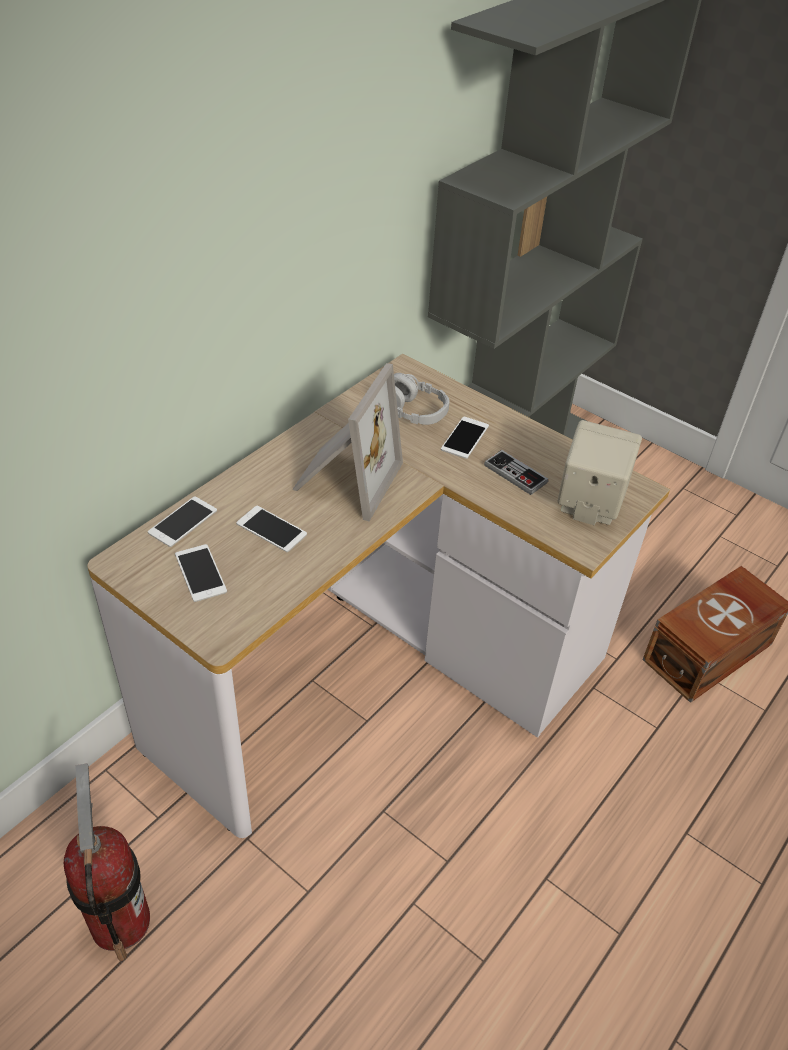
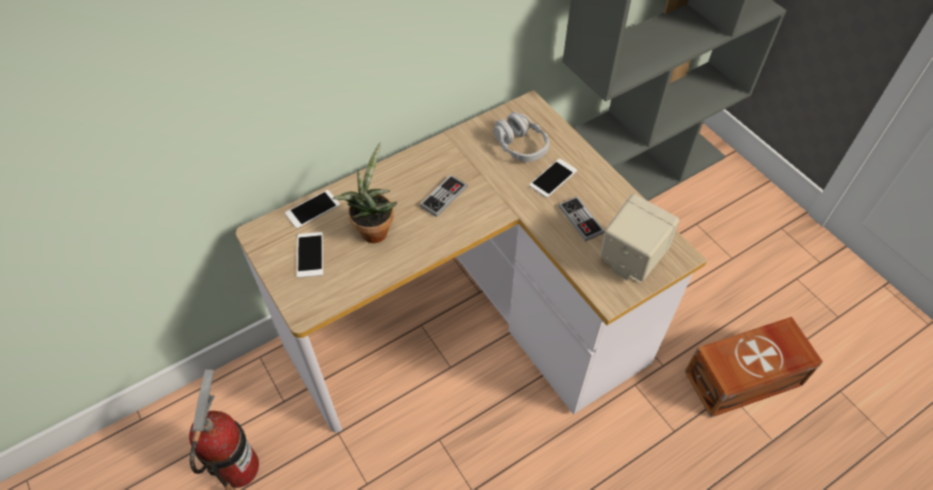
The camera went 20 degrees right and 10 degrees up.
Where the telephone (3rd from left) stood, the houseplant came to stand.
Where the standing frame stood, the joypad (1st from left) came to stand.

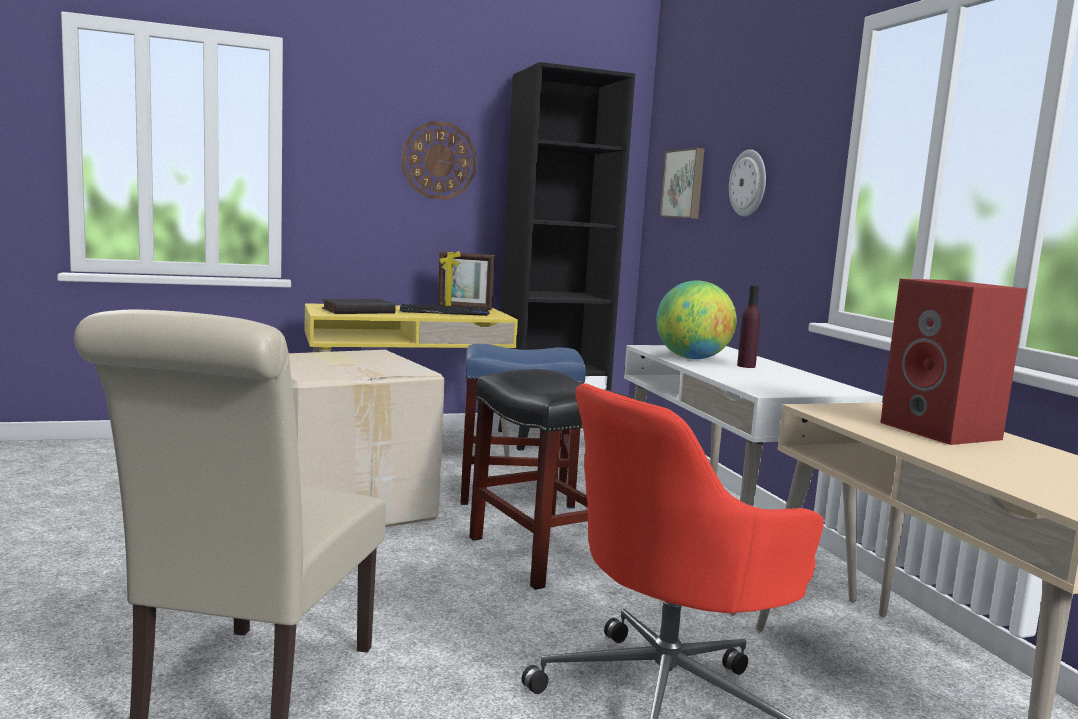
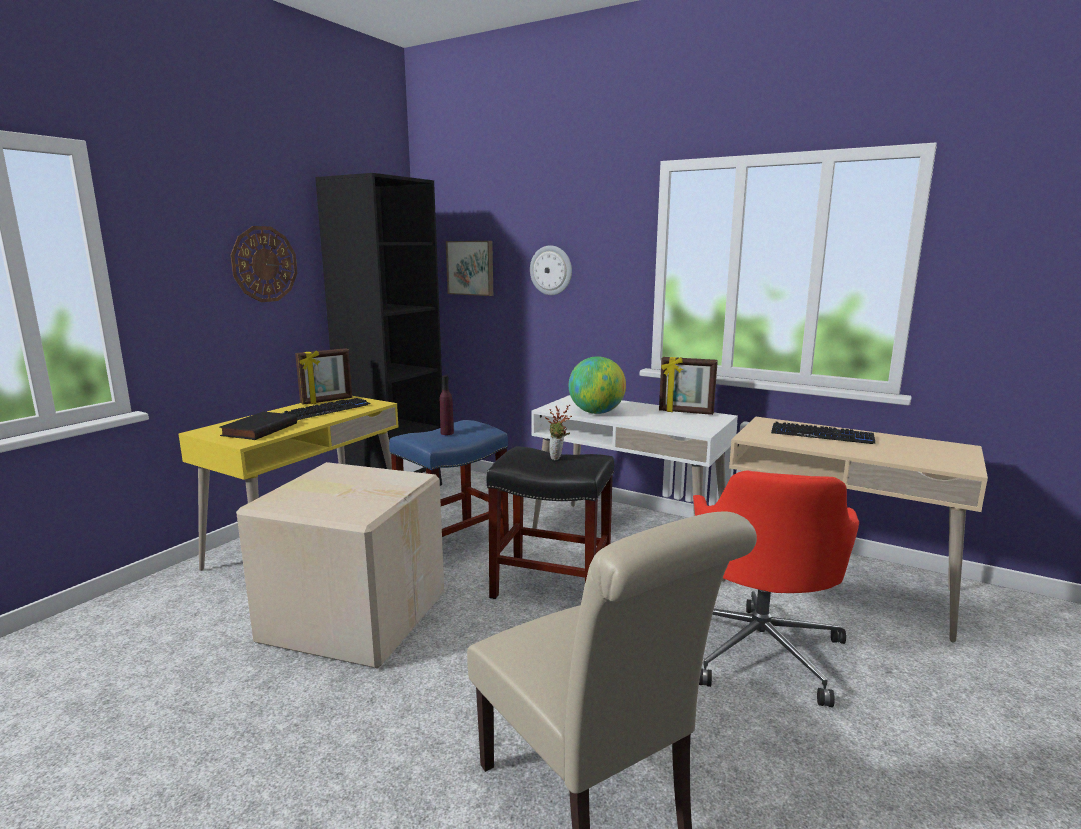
The camera went 40 degrees left and 5 degrees up.
The second view gained the houseplant.
The second view gained the standing frame (2nd from left).
The purplish beverage bottle ended up elsewhere.
Where the red-coloured speaker stood, the computer keyboard (2nd from left) came to stand.

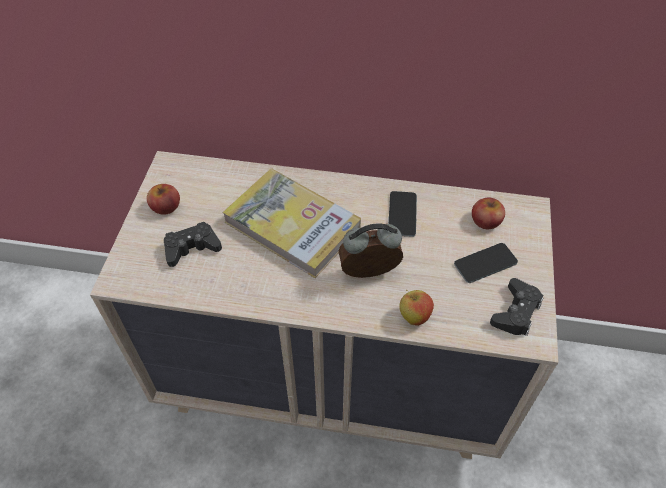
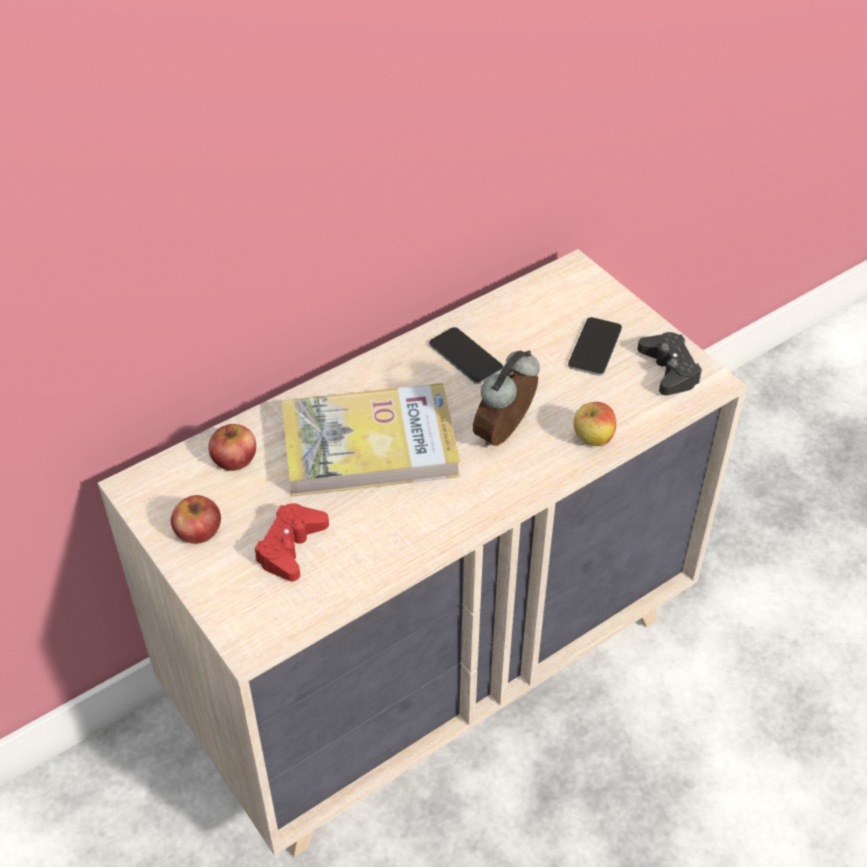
The camera went 45 degrees left and 5 degrees down.
The apple fruit (3rd from left in the first image) ended up elsewhere.
What was the blackish joypad (1st from left) turned into the red-coloured joypad.

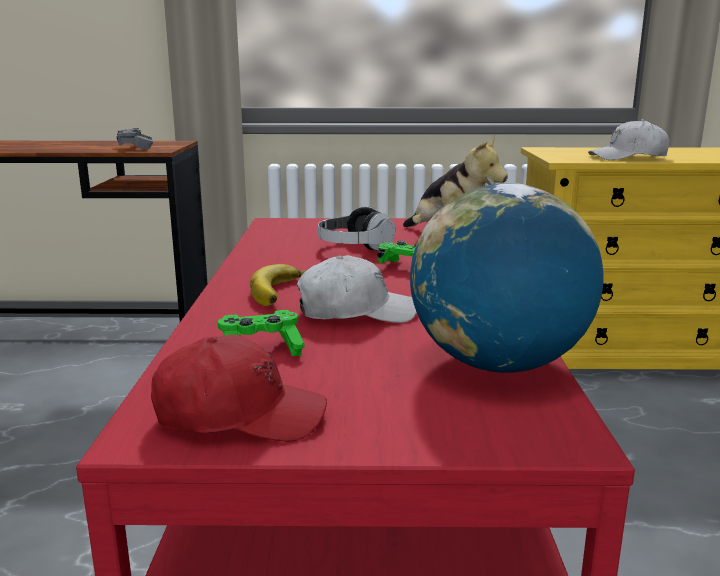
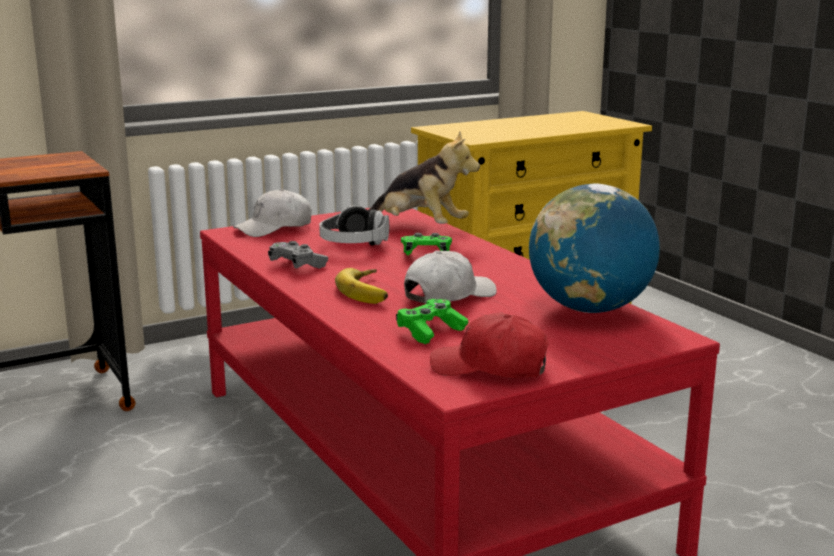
The camera went 30 degrees left and 0 degrees up.
The greyish joypad ended up elsewhere.
The white cap (2nd from left in the first image) ended up elsewhere.
The red-coloured cap ended up facing another way, 135 degrees counterclockwise from before.

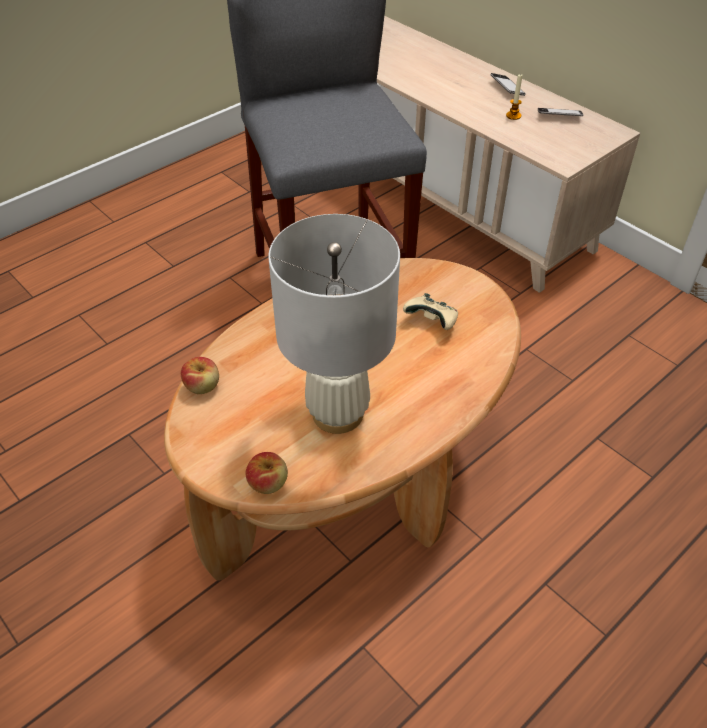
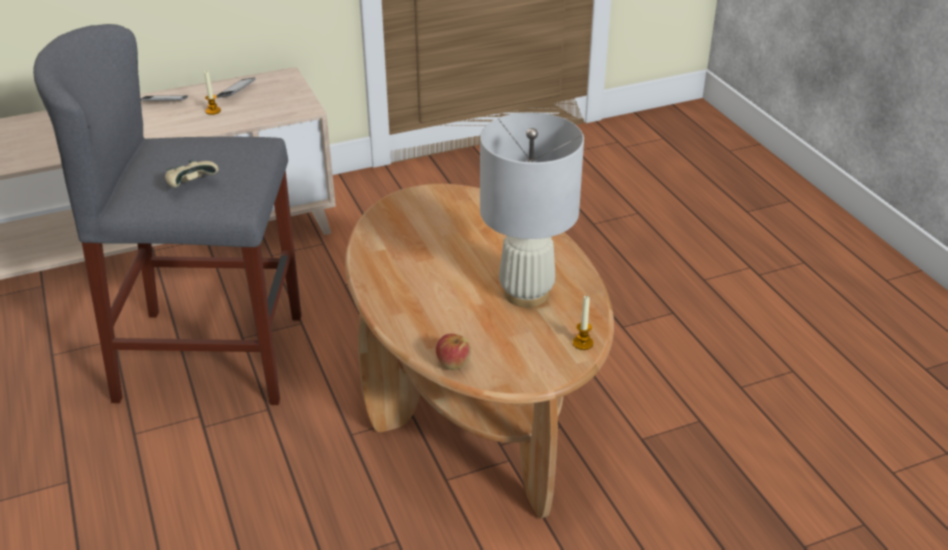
The camera went 70 degrees left and 10 degrees down.
The beige-coloured joypad ended up elsewhere.
Where the apple fruit (2nd from left) stood, the wax candle (2nd from left) came to stand.

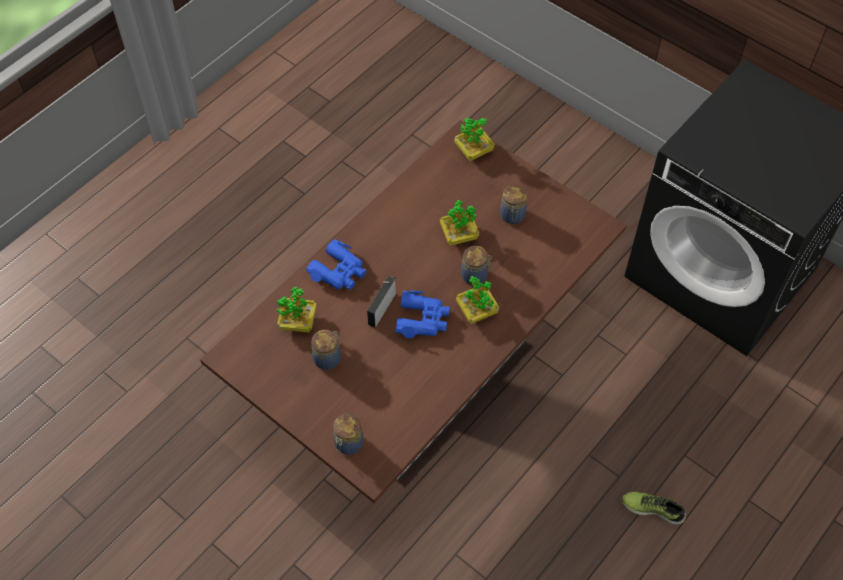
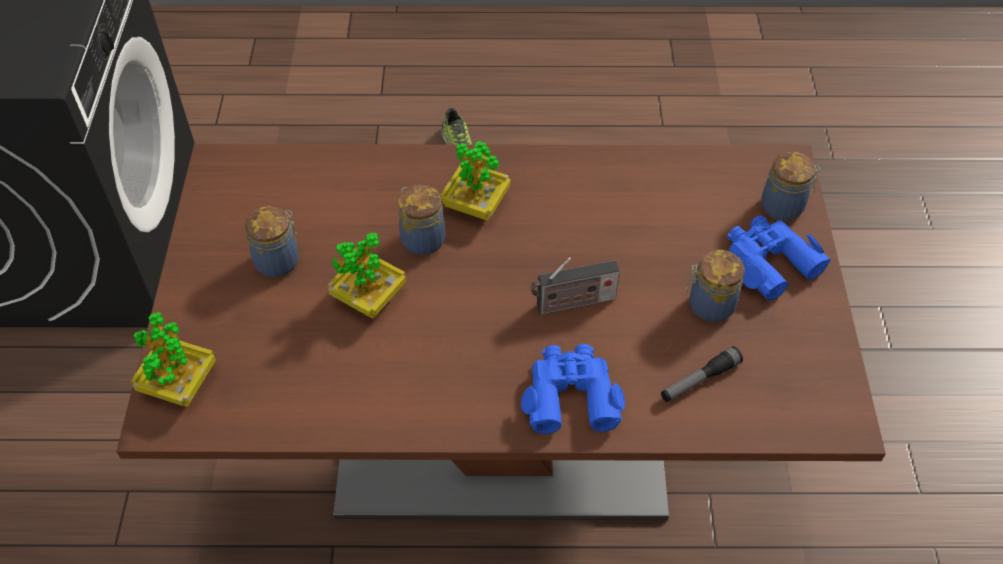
The camera went 130 degrees left and 5 degrees down.
The bluish field glasses (2nd from left) ended up elsewhere.
Where the houseplant (1st from left) stood, the torch came to stand.

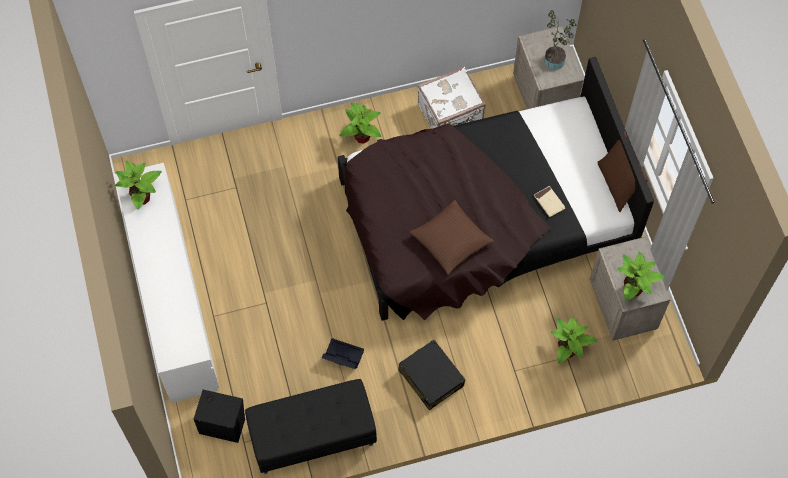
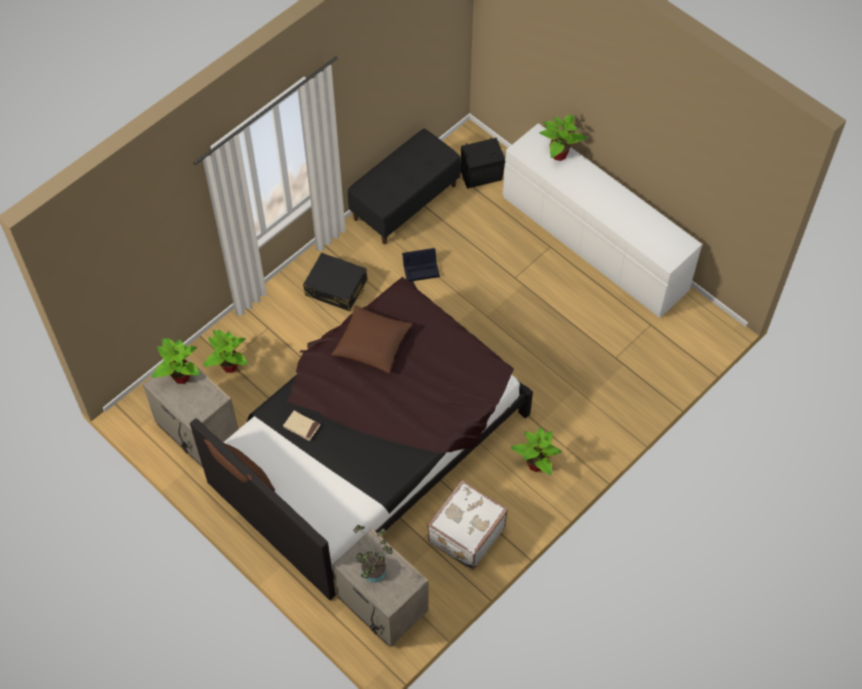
The camera went 150 degrees right and 5 degrees down.
The houseplant (1st from left in the first image) ended up elsewhere.

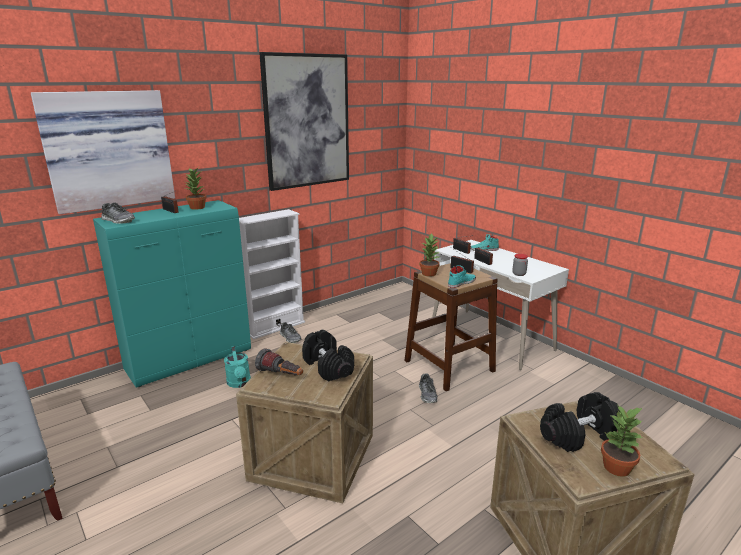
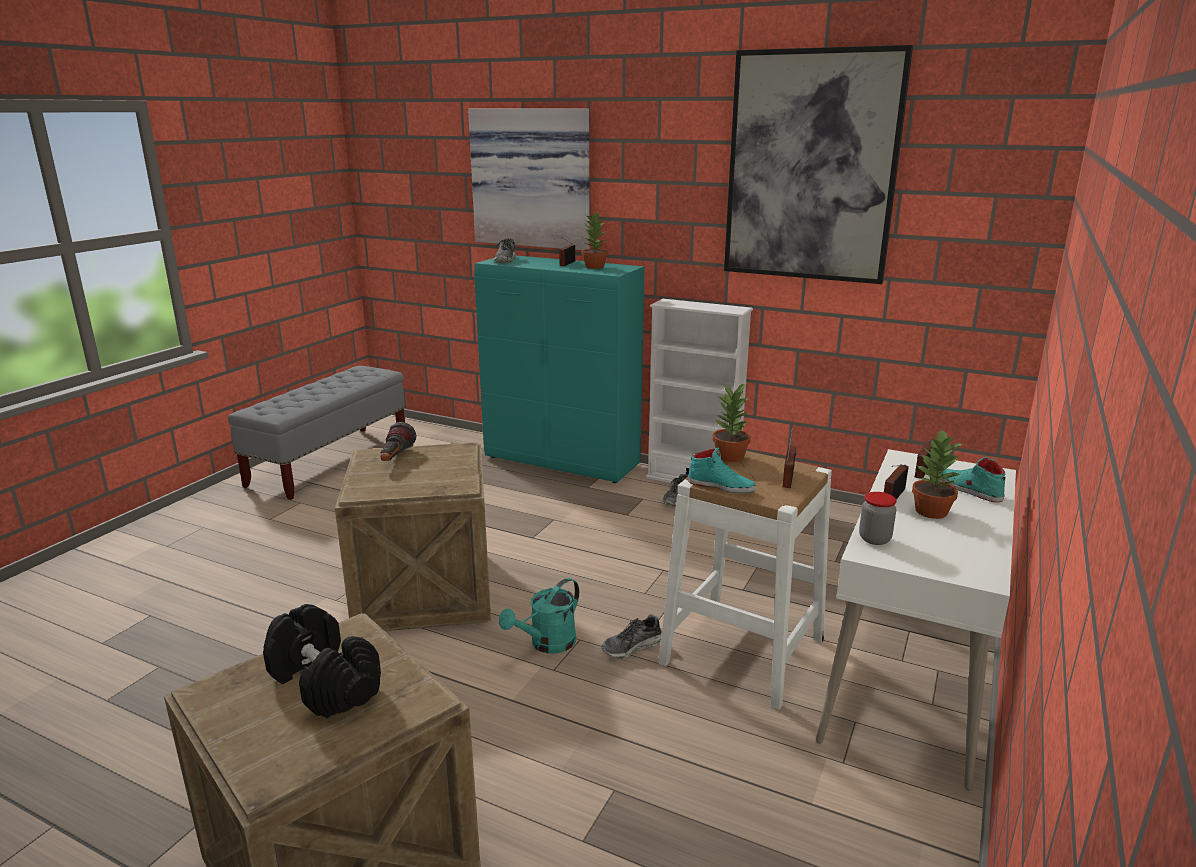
The camera went 65 degrees right and 0 degrees up.
The second view lost the blackish free weight (1st from left).
The blue-green watering can ended up elsewhere.
The houseplant (3rd from left) ended up elsewhere.
What was the brownish stool turned into the white stool.

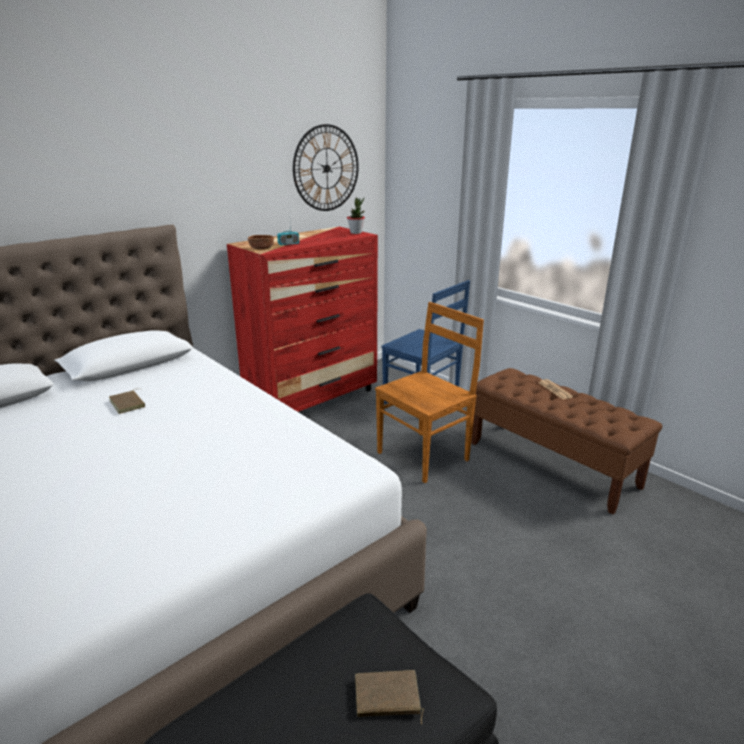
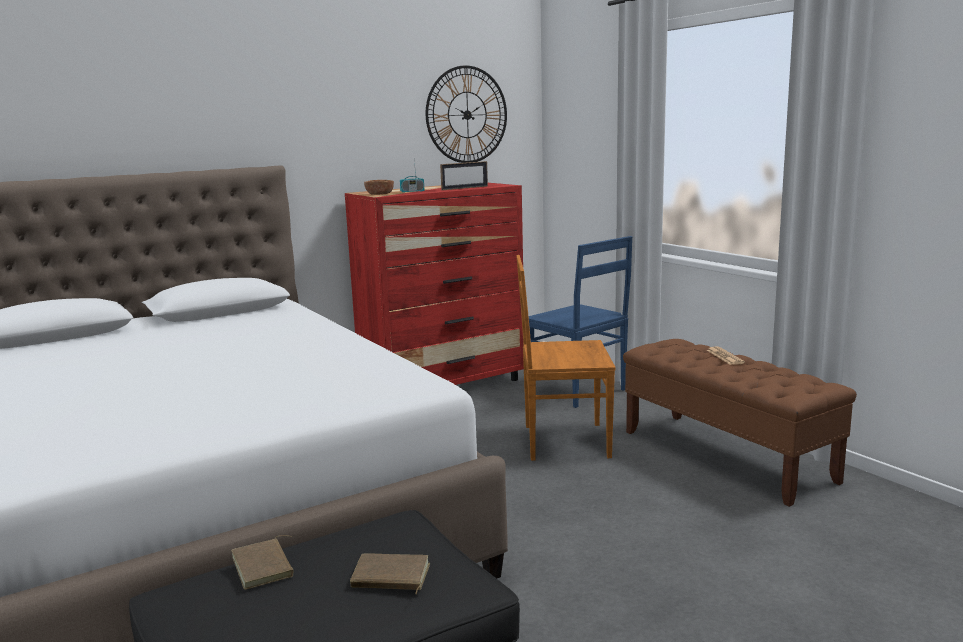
The camera went 10 degrees right and 10 degrees down.
The second view lost the houseplant.
The second view gained the standing frame.
The brownish bound book (1st from left) ended up elsewhere.
The brownish chair ended up facing another way, 150 degrees counterclockwise from before.

